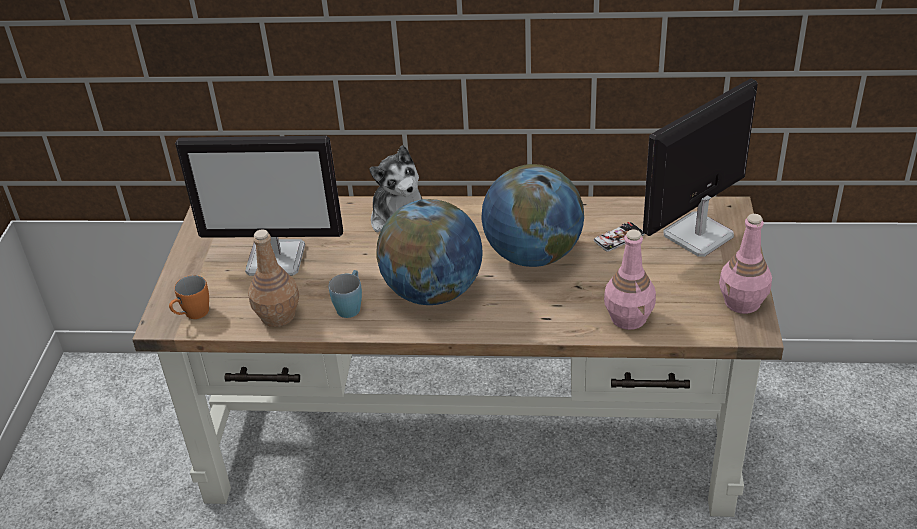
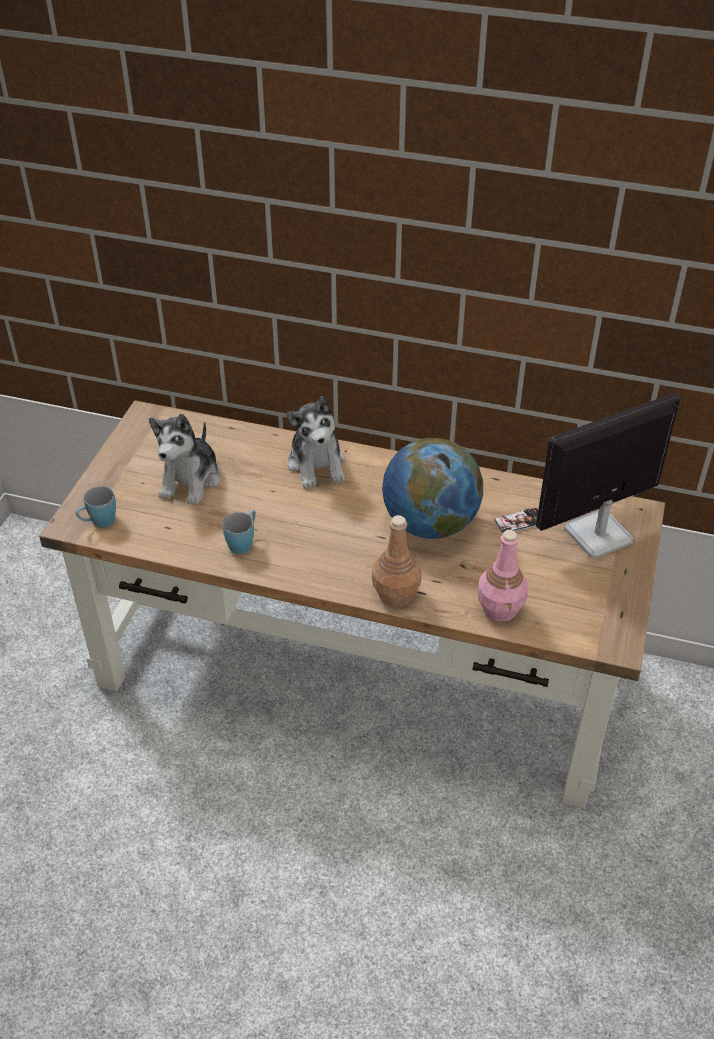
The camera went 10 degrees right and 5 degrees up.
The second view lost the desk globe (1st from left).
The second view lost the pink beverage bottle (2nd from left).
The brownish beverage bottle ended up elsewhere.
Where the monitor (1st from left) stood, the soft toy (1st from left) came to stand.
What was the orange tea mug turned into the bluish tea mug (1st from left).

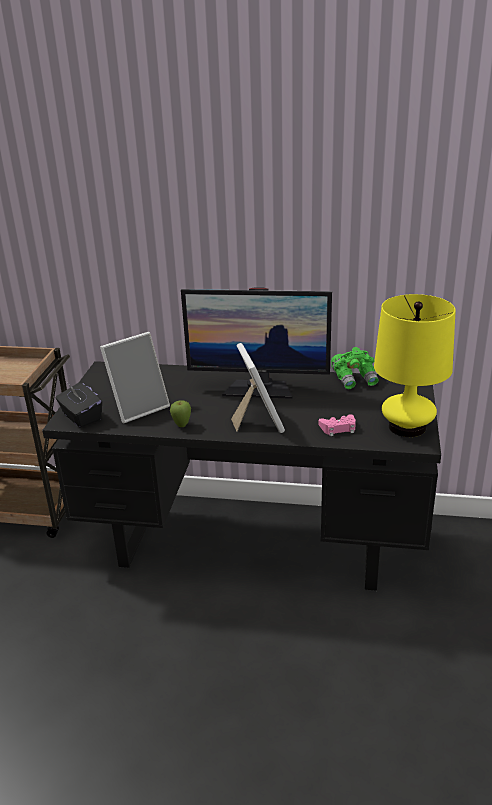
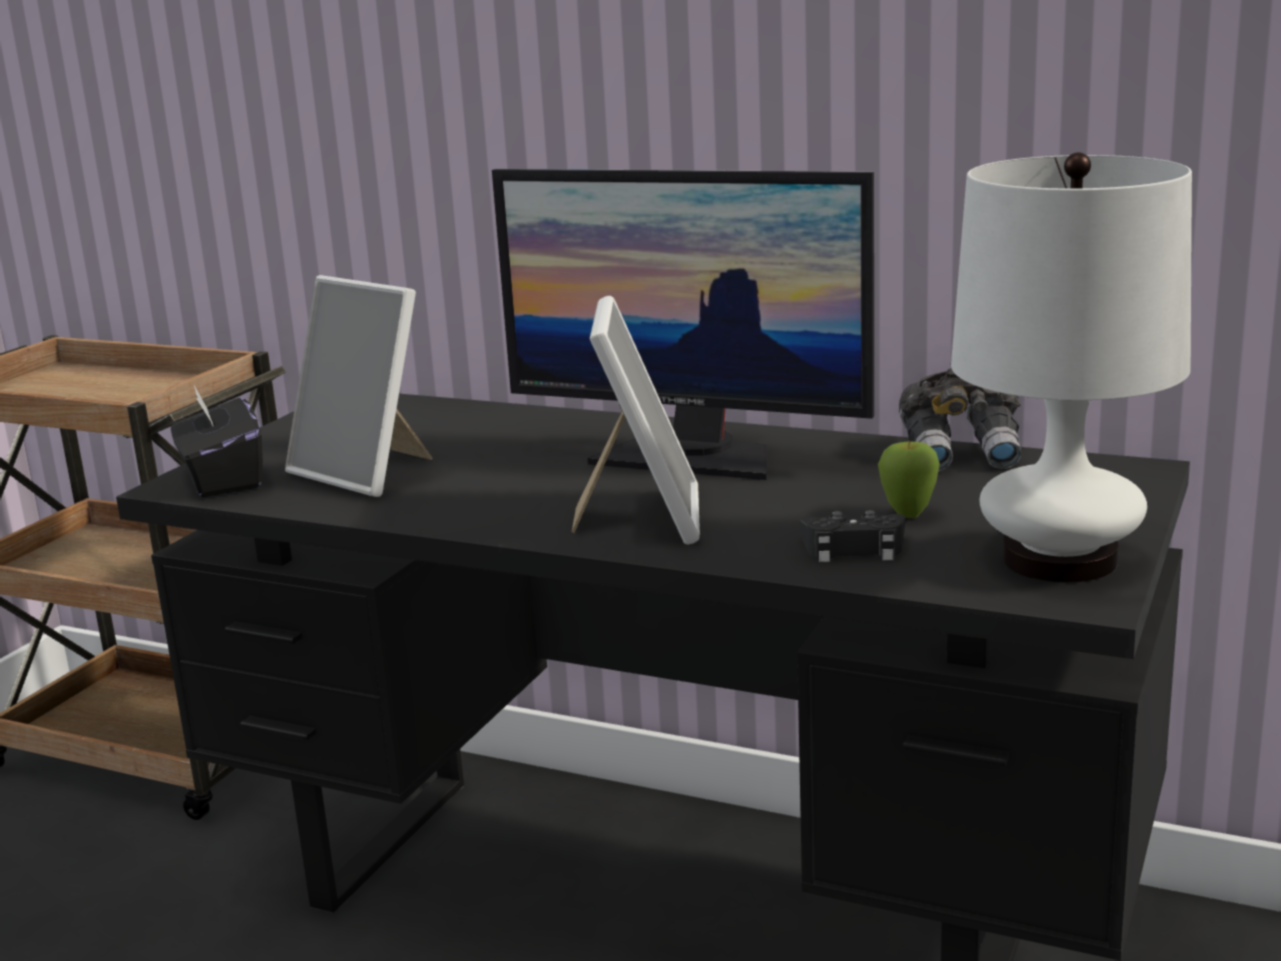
The camera went 15 degrees right and 10 degrees down.
The apple fruit ended up elsewhere.
What was the pink joypad turned into the blackish joypad.
What was the green field glasses turned into the greyish field glasses.
What was the yellow-coloured table lamp turned into the white table lamp.
The standing frame (1st from left) ended up facing another way, 60 degrees clockwise from before.

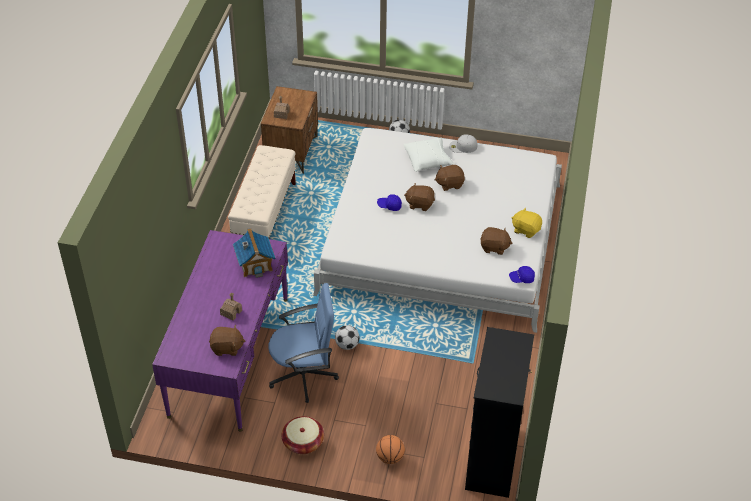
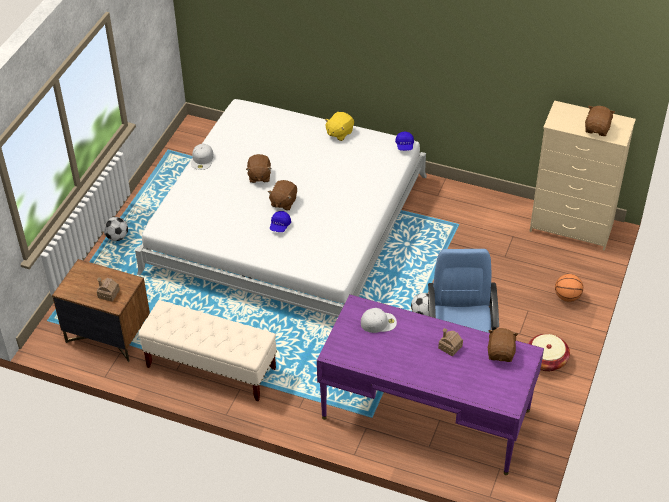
The camera went 80 degrees left and 0 degrees up.
The second view lost the white throw pillow.
The brownish soft toy (4th from left) ended up elsewhere.
Where the miniature house (2nd from left) stood, the white cap (2nd from left) came to stand.
What was the blackish dresser turned into the beige-coloured dresser.

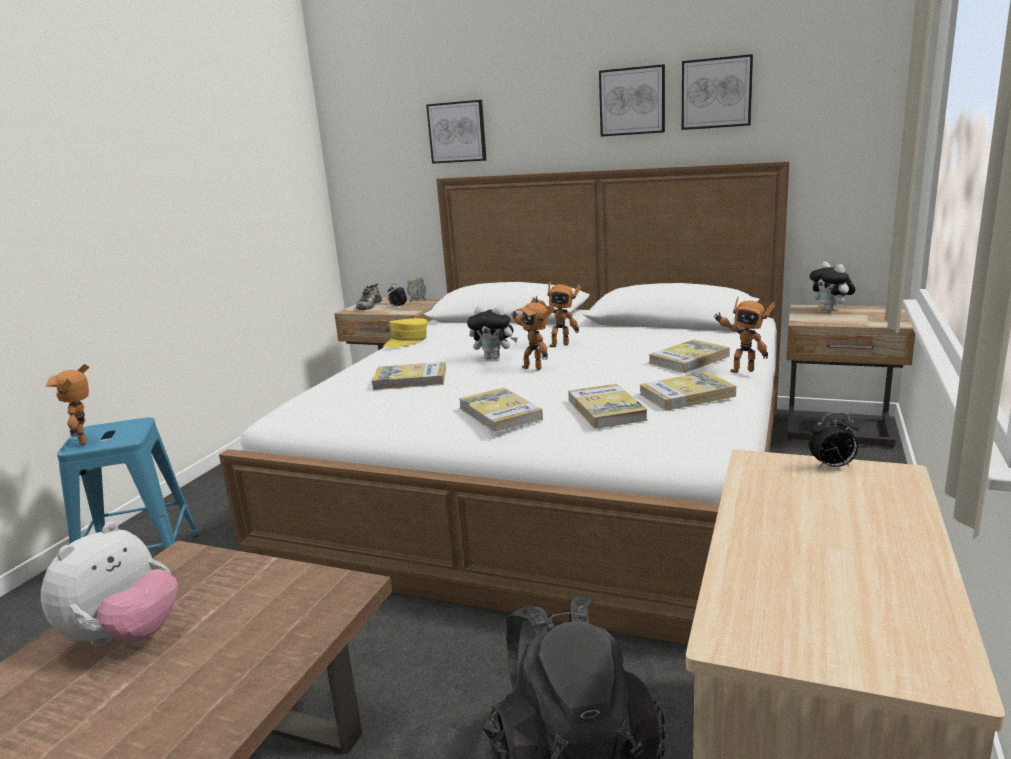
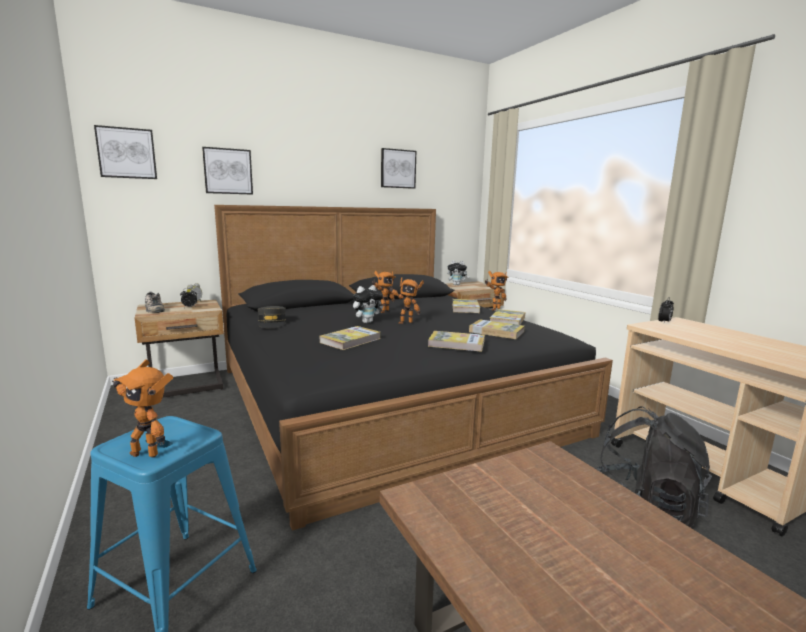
The camera went 50 degrees left and 5 degrees down.
The second view lost the soft toy (1st from left).
The wall picture (2nd from left in the first image) ended up elsewhere.
What was the white bed turned into the blackish bed.
What was the yellow-coloured cap turned into the greyish cap.

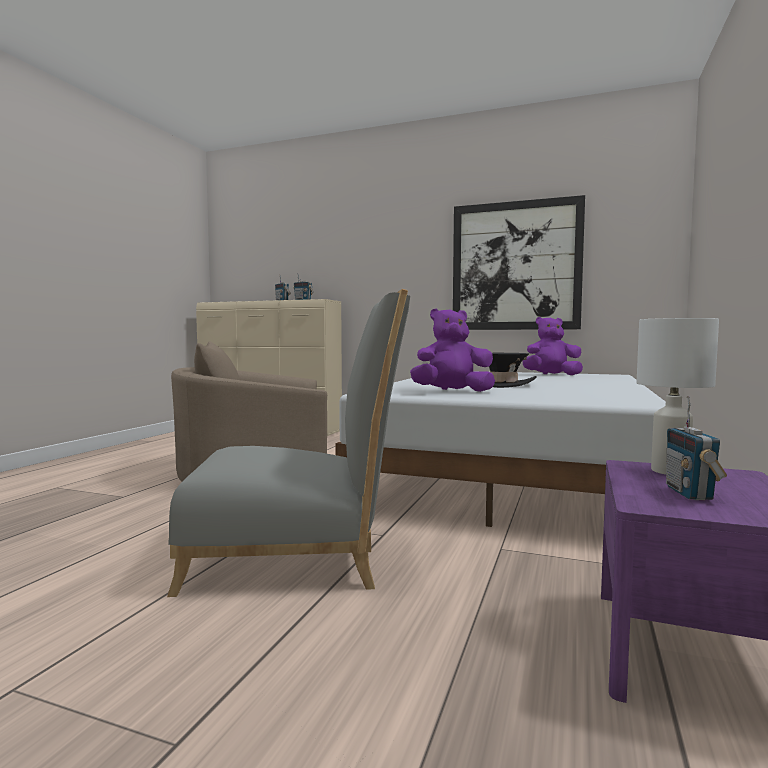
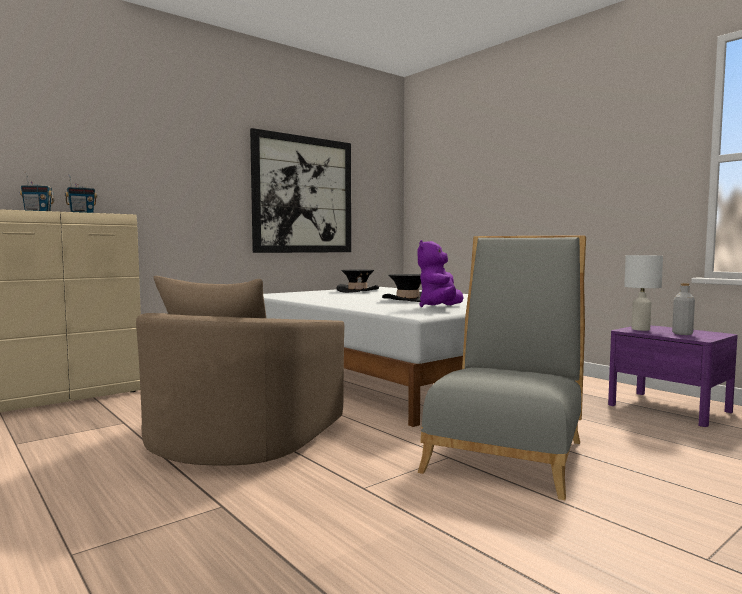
The camera went 60 degrees left and 0 degrees up.
Where the purplish soft toy (2nd from left) stood, the blackish wearable hat (1st from left) came to stand.
Where the radio set (3rd from left) stood, the greyish beverage bottle came to stand.

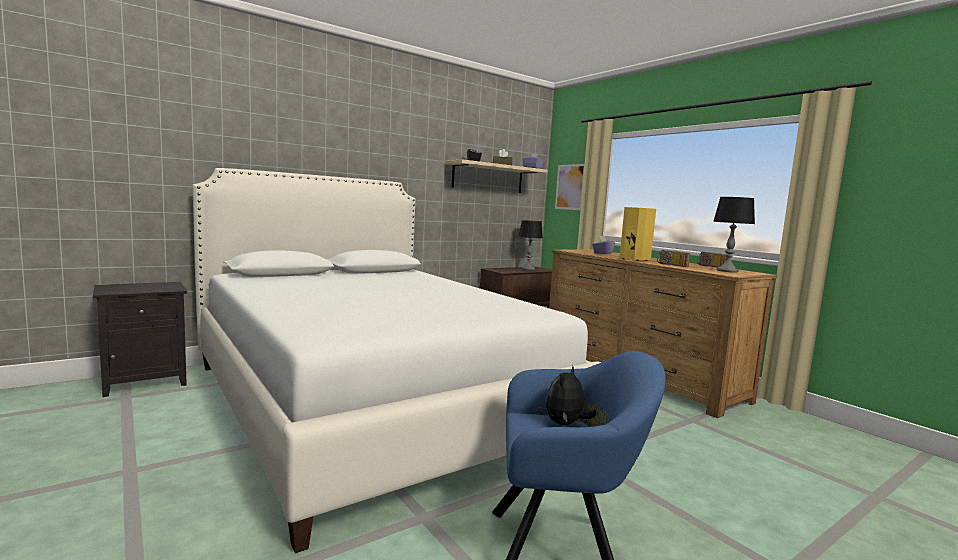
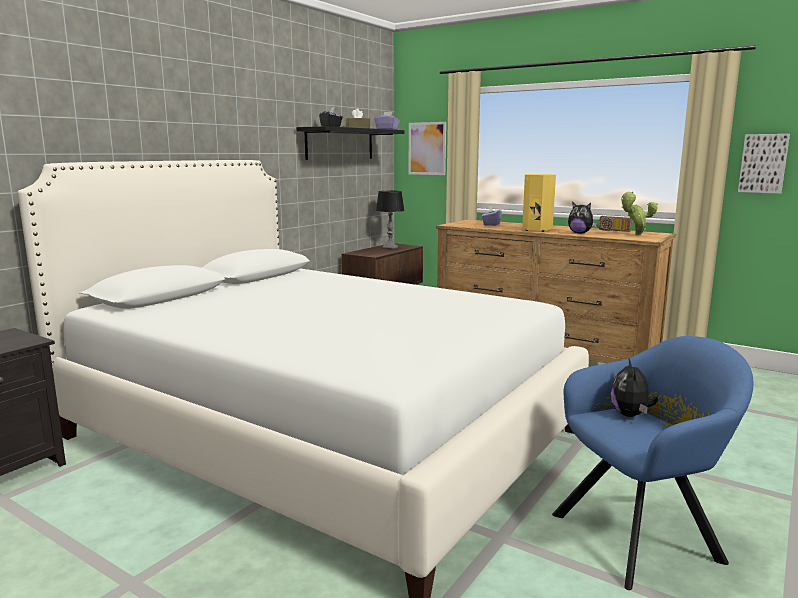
The camera went 20 degrees left and 5 degrees up.
The second view gained the wall picture (2nd from left).
Where the radio set (1st from left) stood, the soft toy (1st from left) came to stand.
Where the table lamp (2nd from left) stood, the houseplant came to stand.
What was the beige-coloured bracket shelf turned into the blackish bracket shelf.

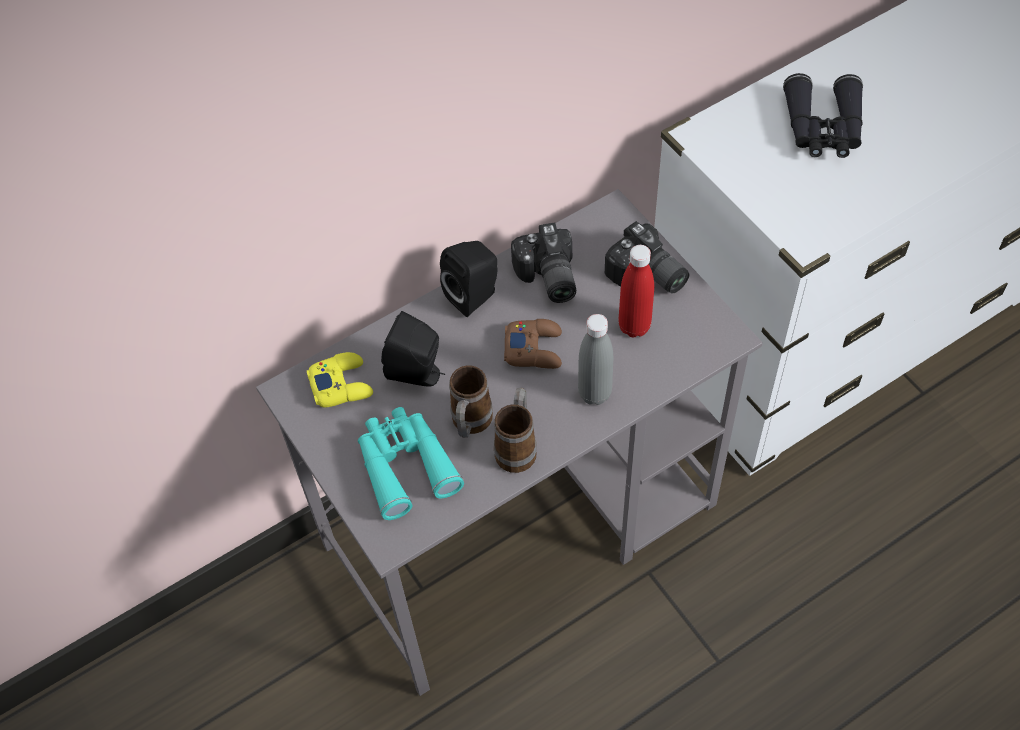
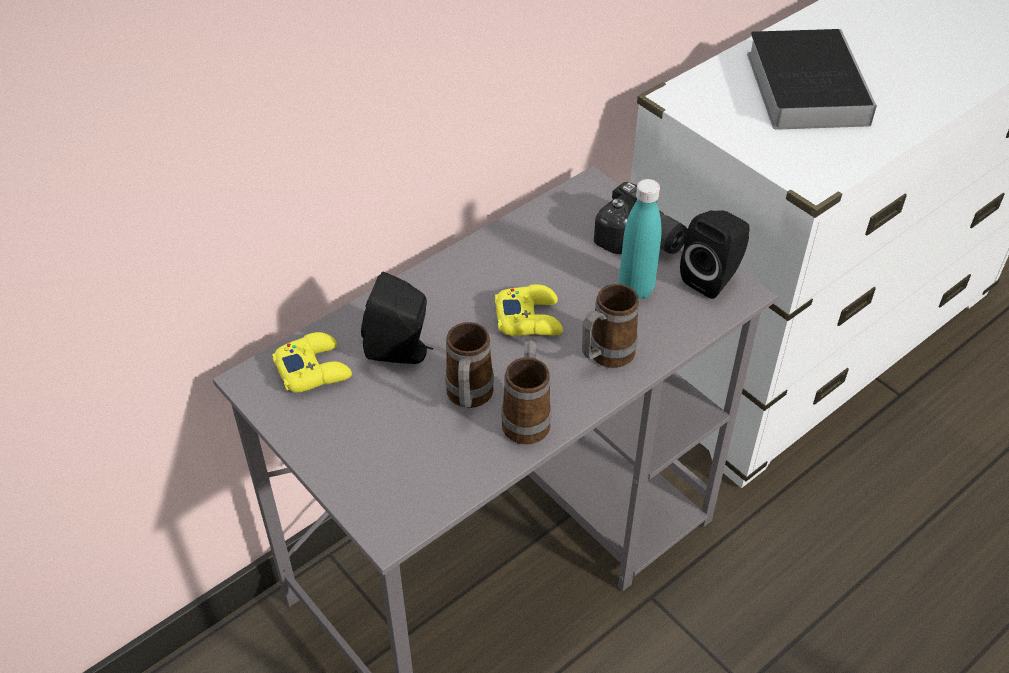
The camera went 10 degrees left and 10 degrees down.
The second view lost the blue-green field glasses.
The second view lost the photo camera (1st from left).
The blackish speaker (2nd from left) ended up elsewhere.
Where the greyish beverage bottle stood, the tea mug (3rd from left) came to stand.
Where the blackish field glasses stood, the bound book came to stand.
What was the brownish joypad turned into the yellow-coloured joypad (2nd from left).
What was the red-coloured beverage bottle turned into the blue-green beverage bottle.

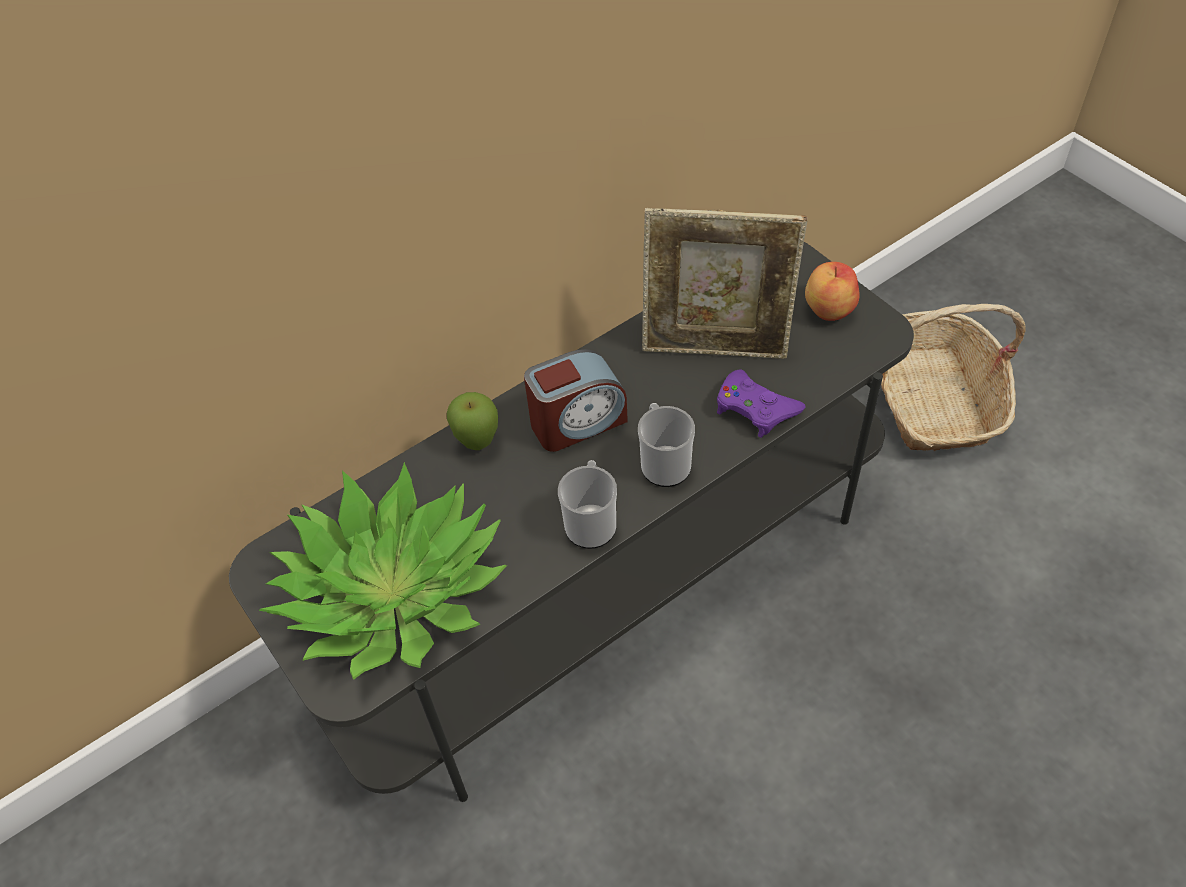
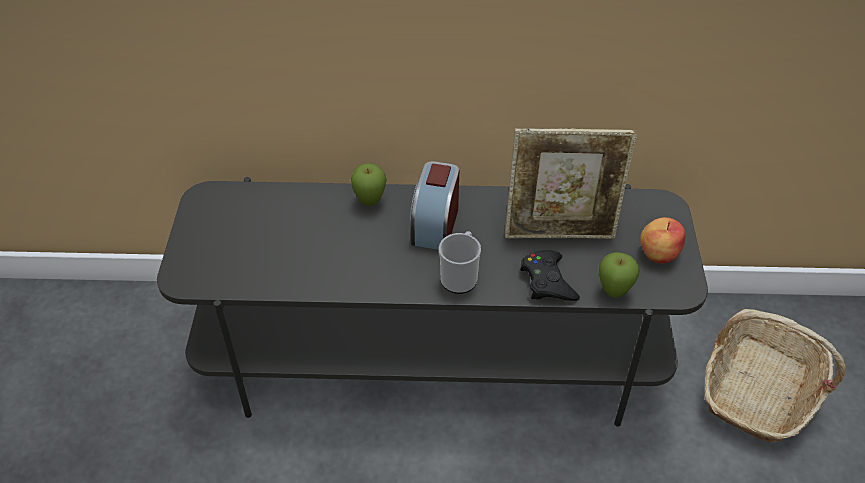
The camera went 35 degrees right and 5 degrees down.
The second view lost the houseplant.
The second view lost the tea mug (1st from left).
The second view gained the apple fruit (2nd from left).
What was the purplish joypad turned into the blackish joypad.
The table clock ended up facing another way, 90 degrees clockwise from before.
The standing frame ended up facing another way, 45 degrees counterclockwise from before.

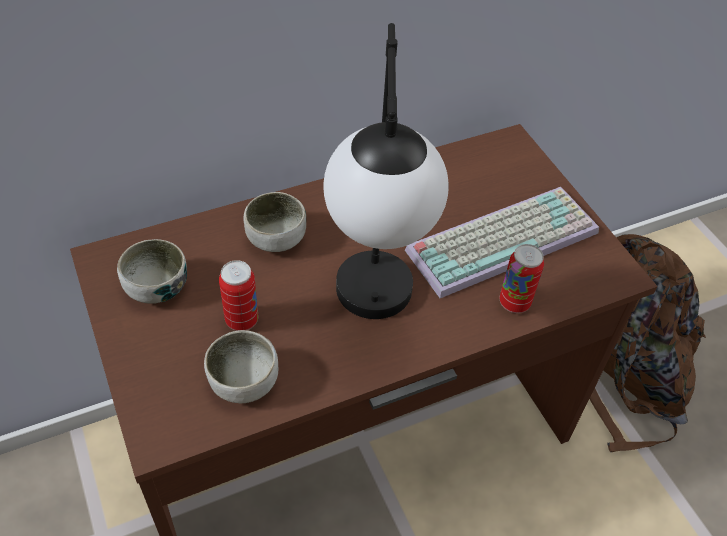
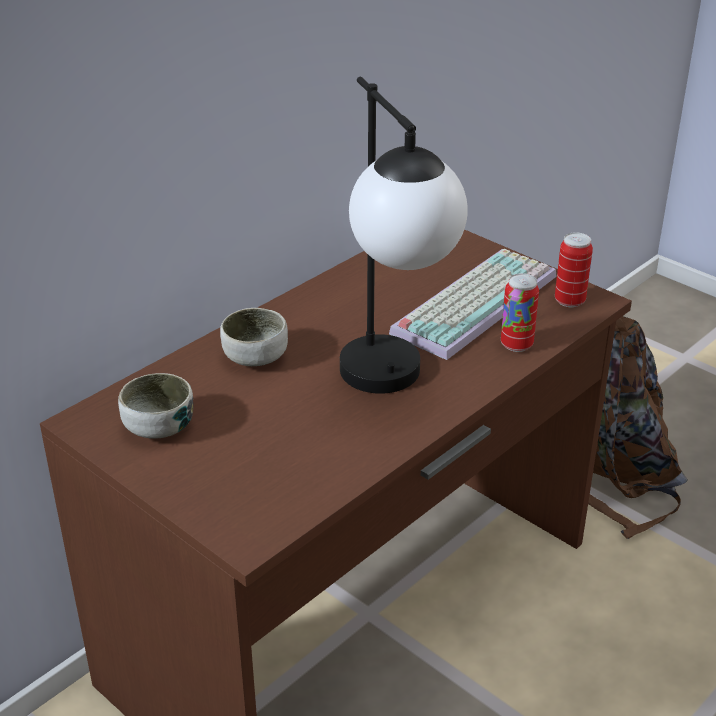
The camera went 20 degrees left and 15 degrees down.
The second view lost the bowl (2nd from left).
The can (1st from left in the first image) ended up elsewhere.

